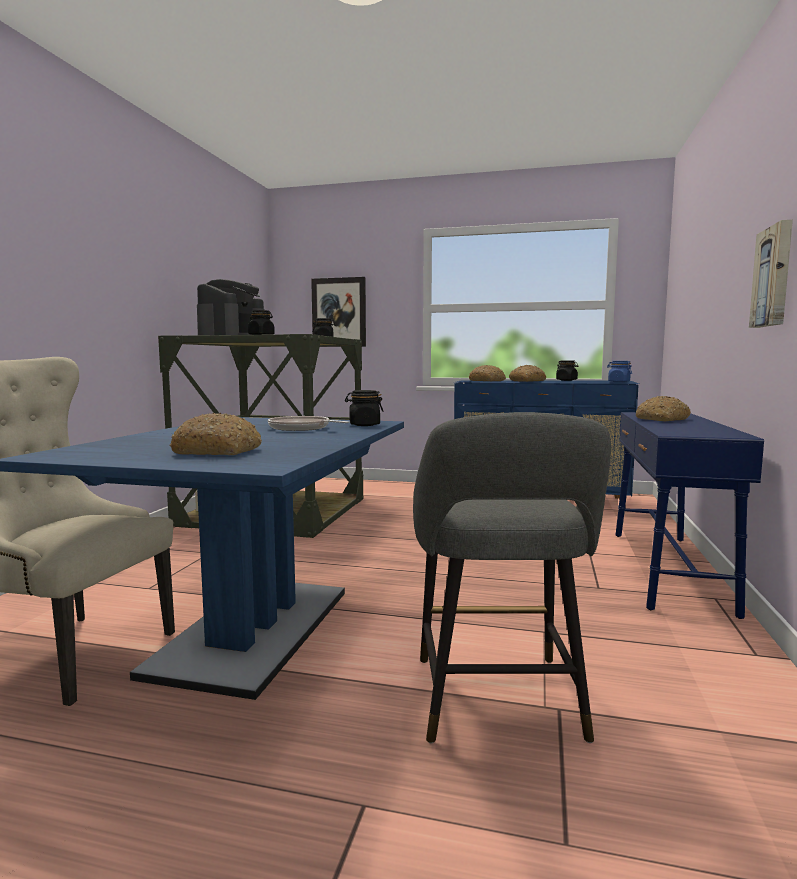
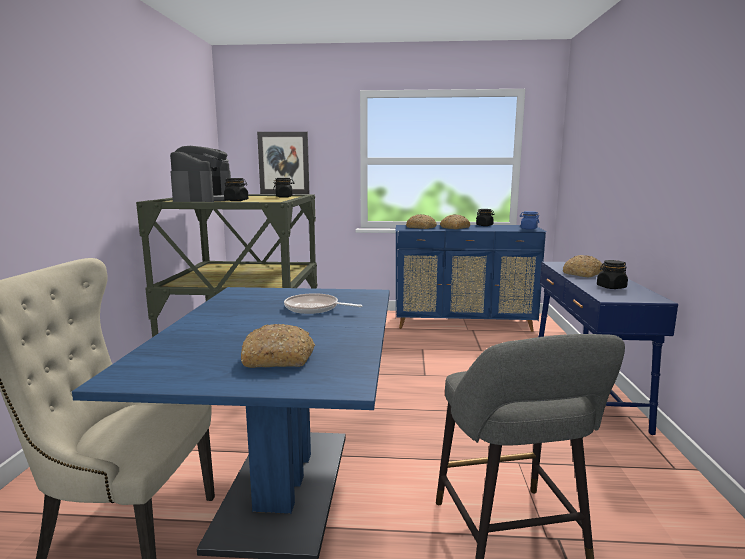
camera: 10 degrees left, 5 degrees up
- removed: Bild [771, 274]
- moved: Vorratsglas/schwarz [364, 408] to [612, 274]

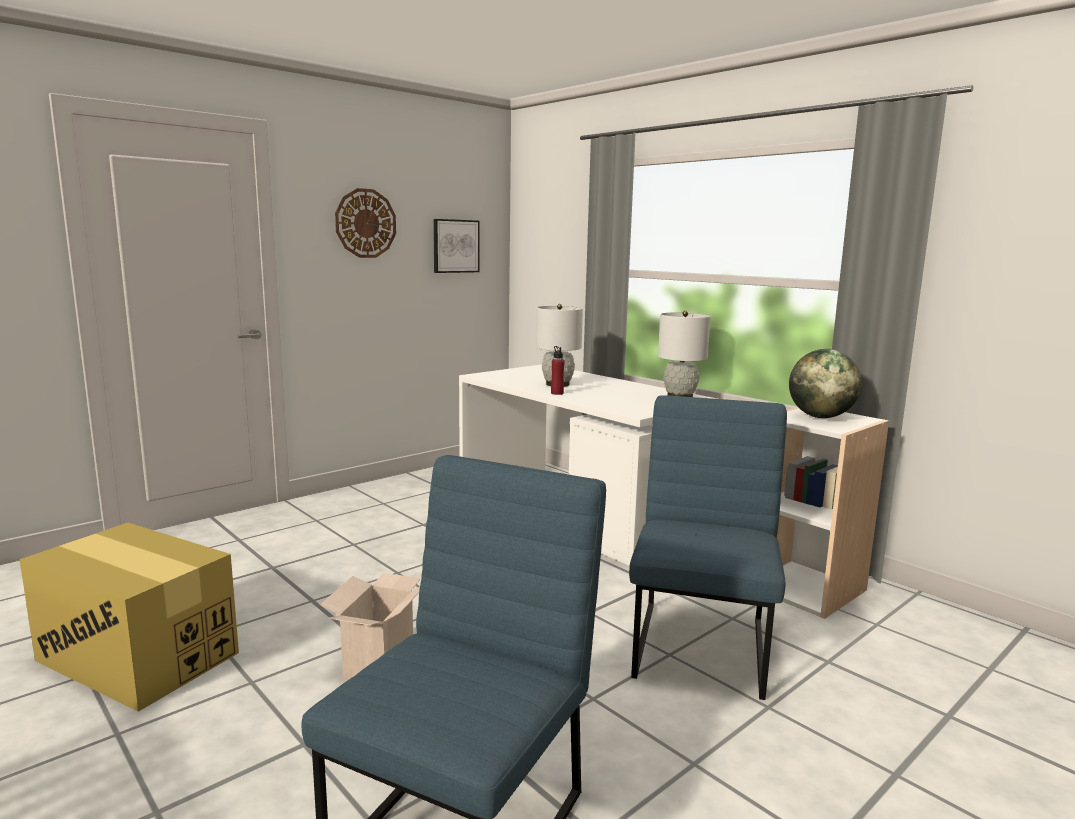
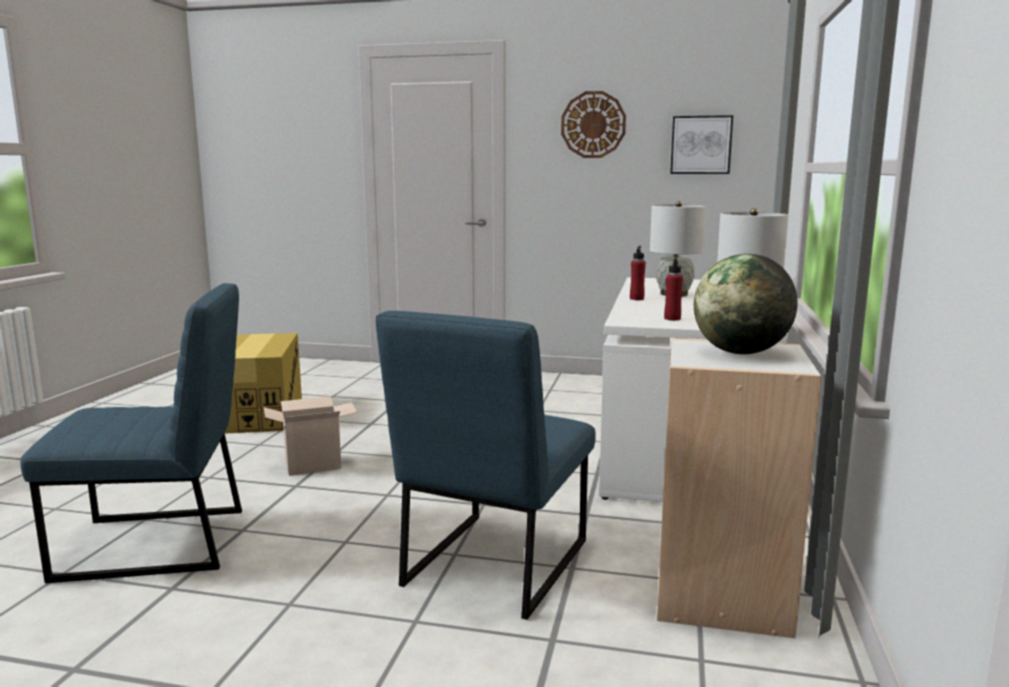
camera: 55 degrees right, 0 degrees up
- turned: Stuhl/blau [708, 547] = [486, 465] 135 degrees clockwise
- added: Flasche/rot [673, 289]

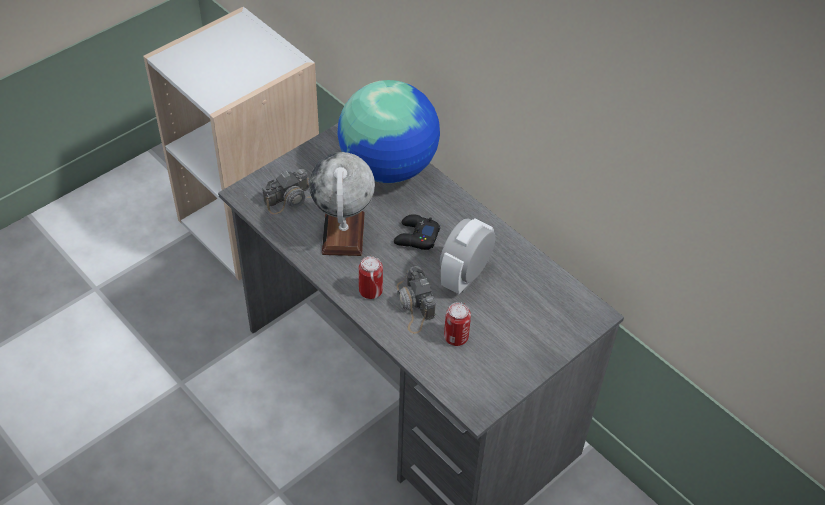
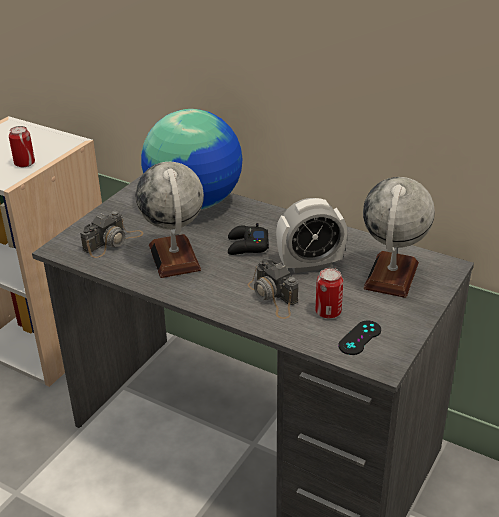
camera: 15 degrees left, 15 degrees down
- turned: Wecker [468, 256] = [311, 235] 120 degrees counterclockwise
- moved: Dose [371, 277] to [22, 146]
- added: Globus [399, 237]
- added: Gamepad/schwarz [359, 337]

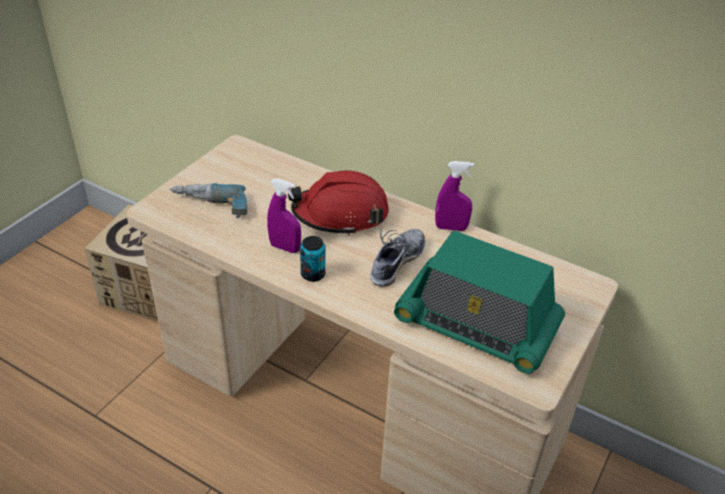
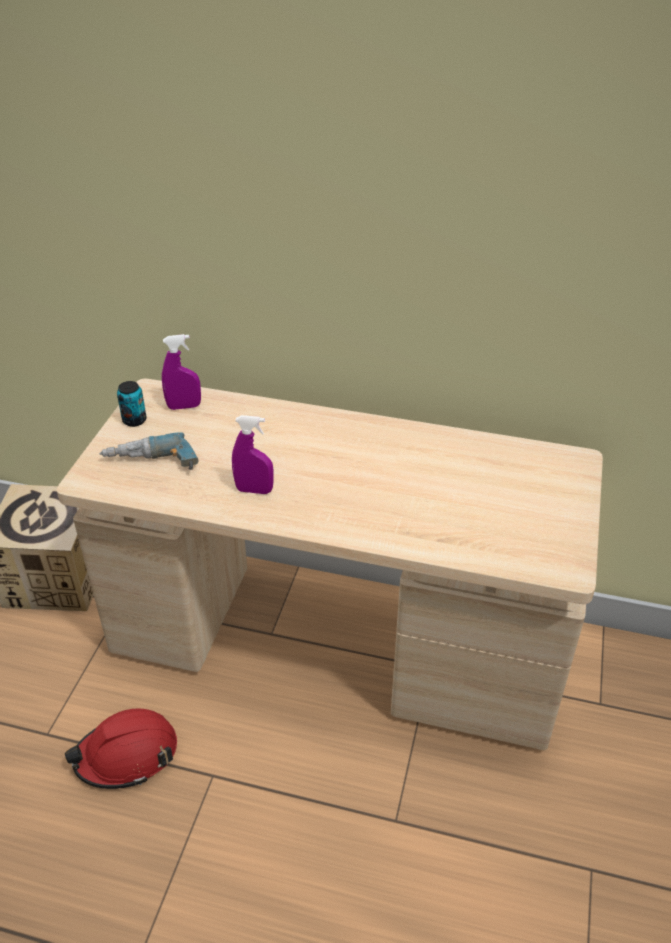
camera: 15 degrees left, 0 degrees up
- moved: Sprühflasche/lila [454, 196] to [181, 372]
- moved: Schutzhelm/rot [338, 203] to [121, 749]
- removed: Schuh [397, 258]
- removed: Radio [479, 302]
- moved: Dose [313, 259] to [132, 404]

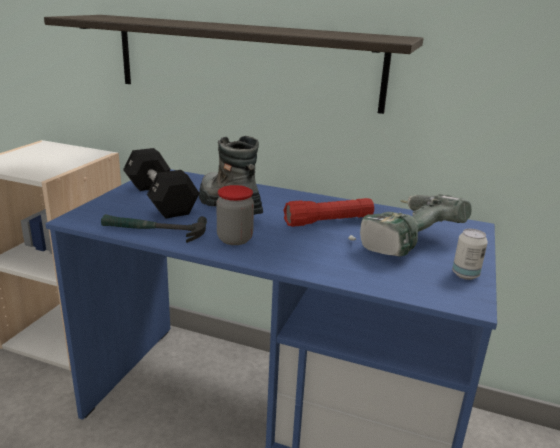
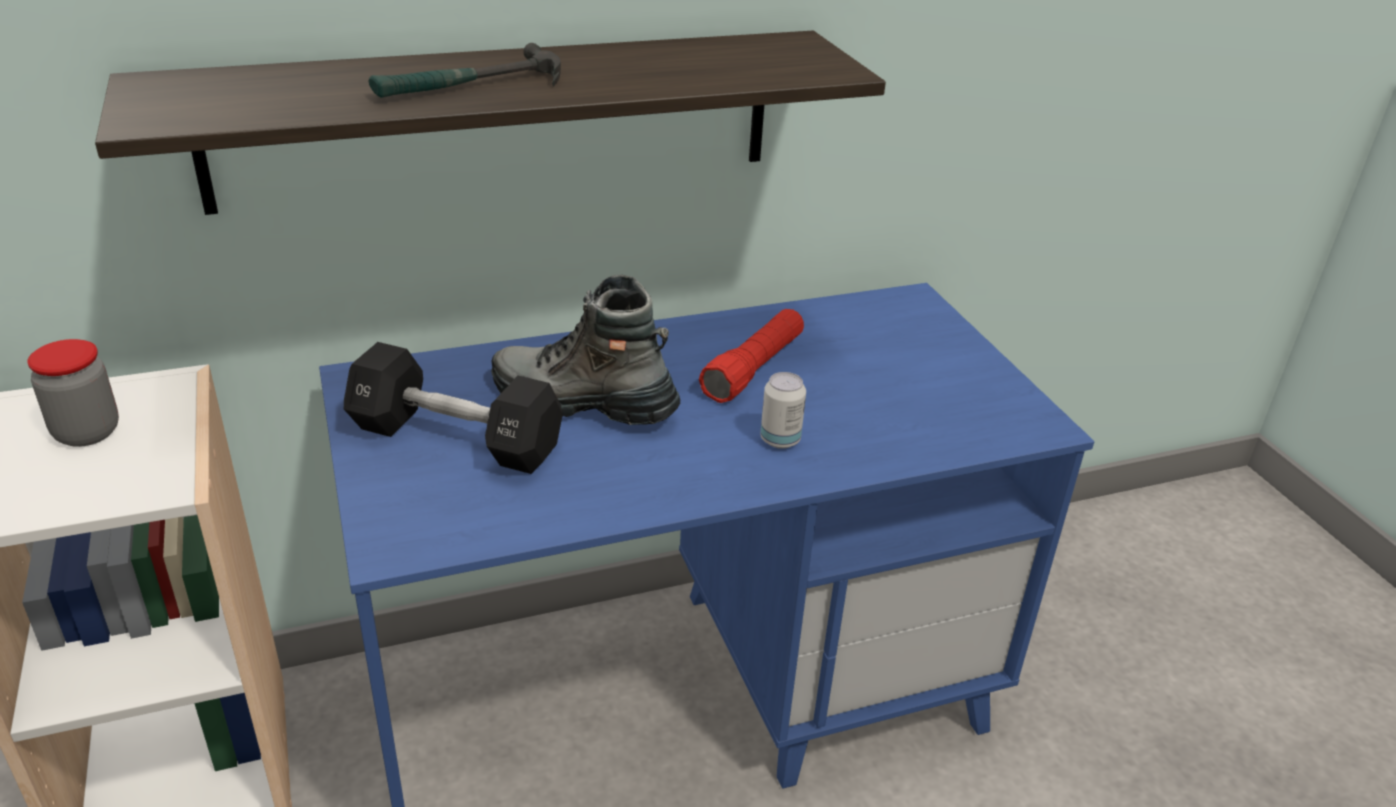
camera: 40 degrees left, 10 degrees up
- moved: Vorratsglas [235, 215] to [73, 393]
- removed: Bohrmaschine [410, 225]
- moved: Hammer [154, 228] to [465, 70]
- moved: Dose [470, 254] to [783, 410]

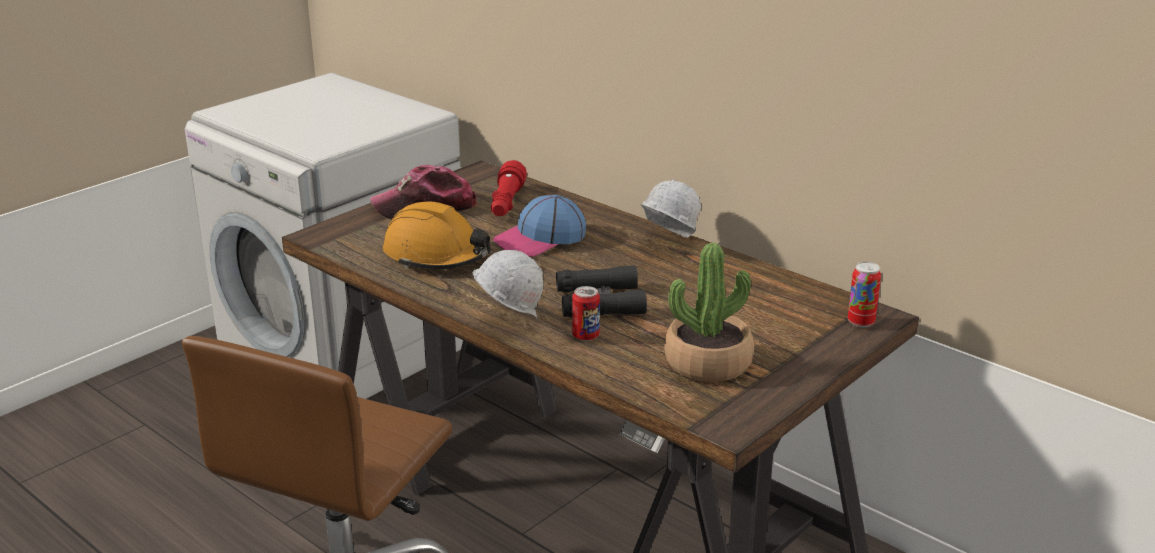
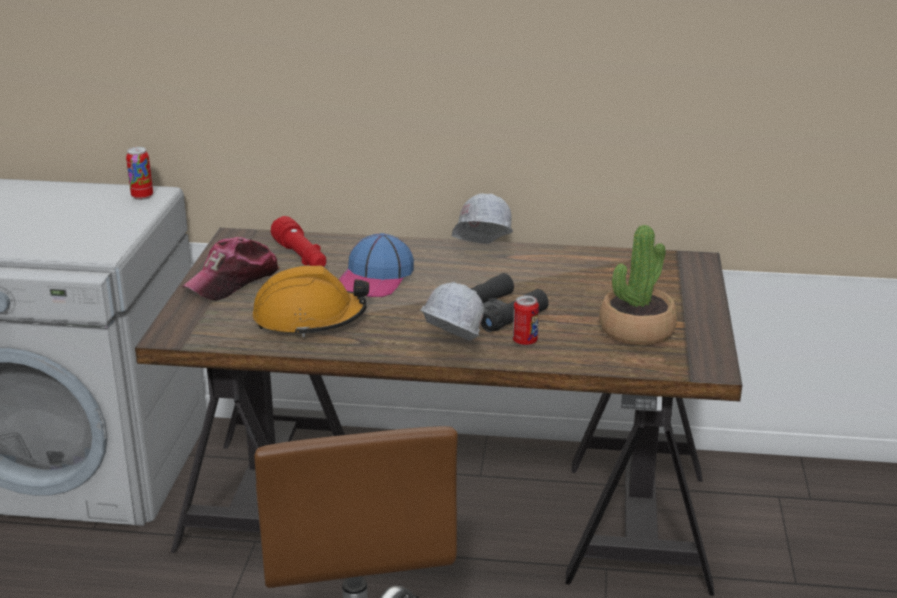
camera: 35 degrees left, 0 degrees up
- moved: Dose [864, 295] to [139, 173]

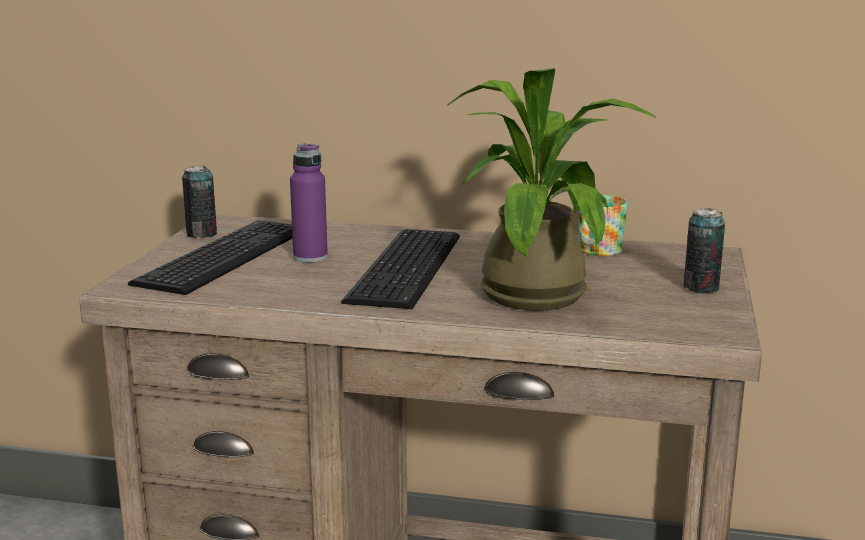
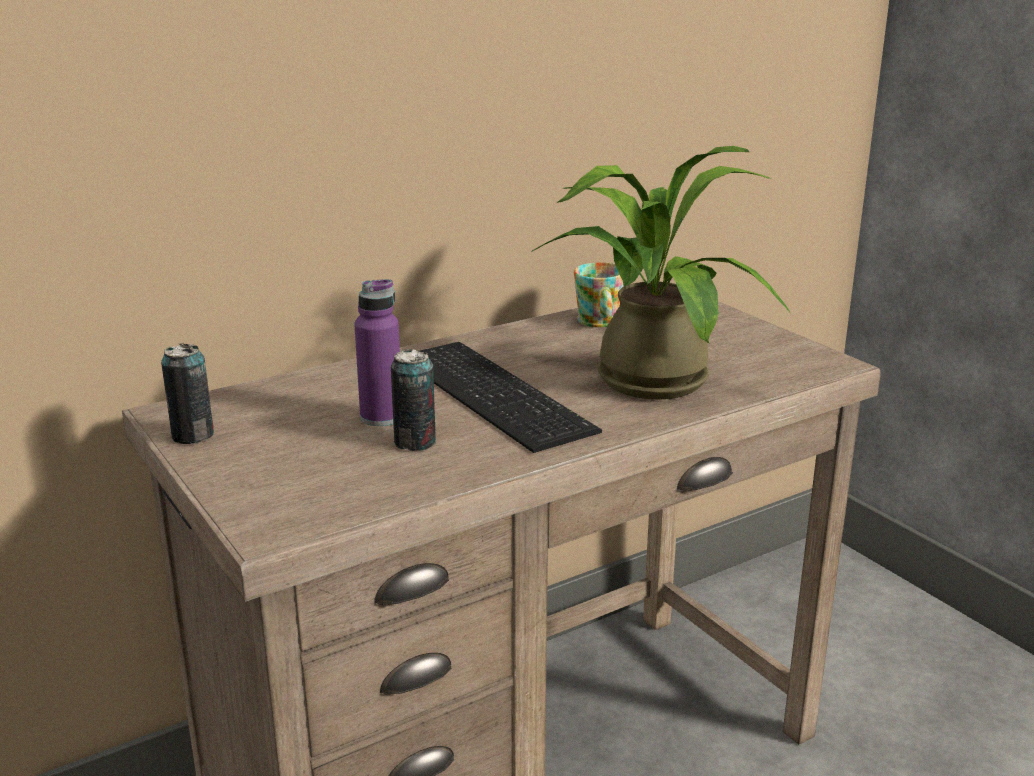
camera: 45 degrees left, 5 degrees up
- moved: Dose [704, 251] to [413, 400]
- removed: Tastatur [210, 257]

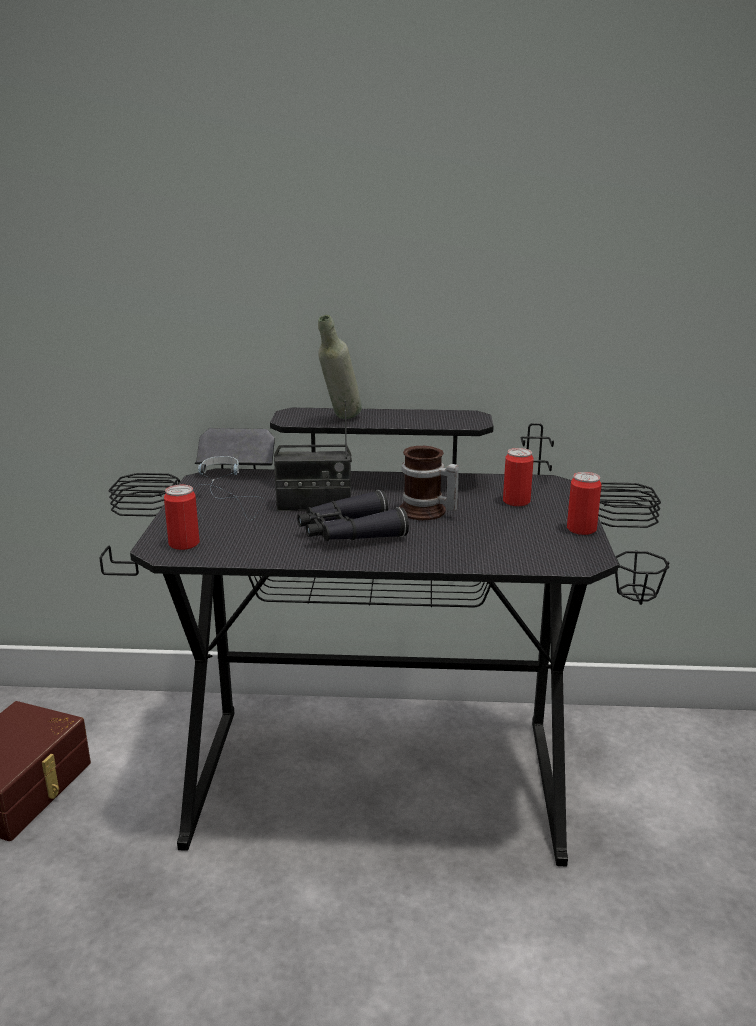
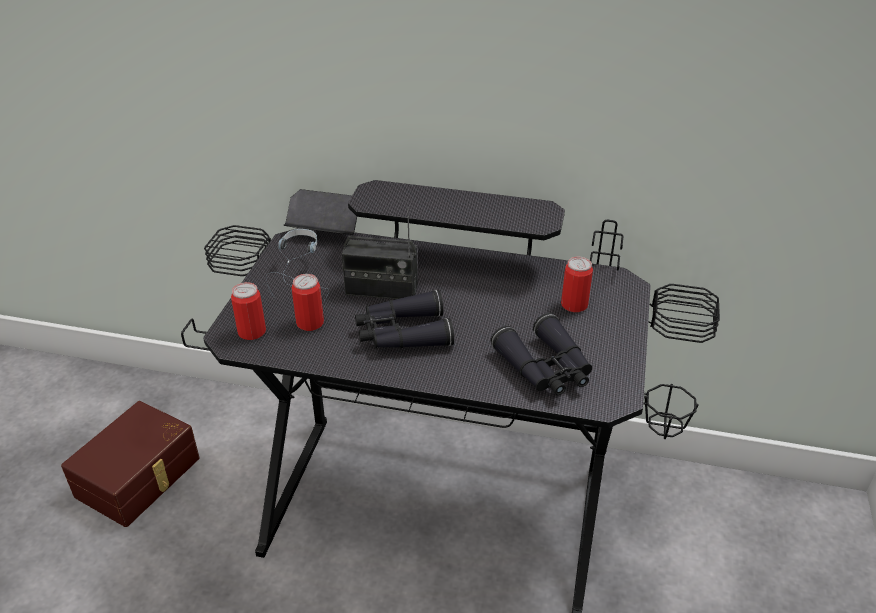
camera: 10 degrees right, 15 degrees up
- removed: Flasche/grau [340, 367]
- removed: Henkelbecher [429, 483]
- moved: Dose [584, 503] to [307, 302]
- added: Fernglas/schwarz [541, 354]

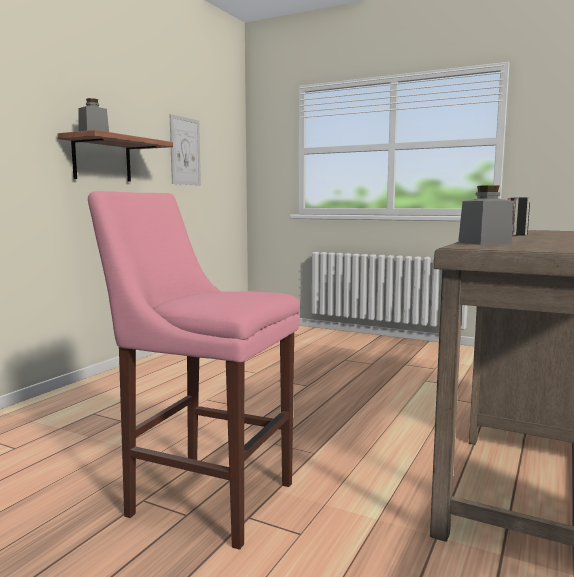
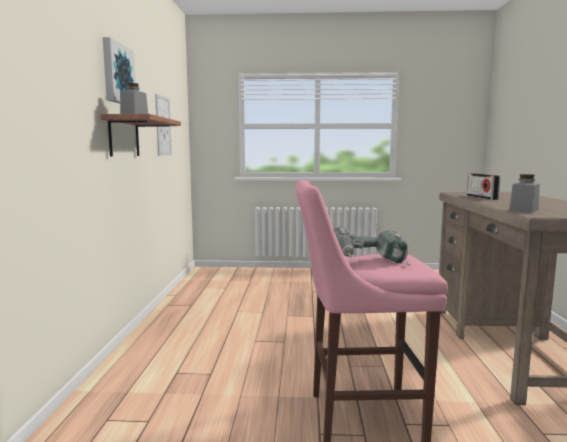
camera: 25 degrees left, 0 degrees up
- added: Bild [119, 70]
- added: Bohrmaschine [372, 246]

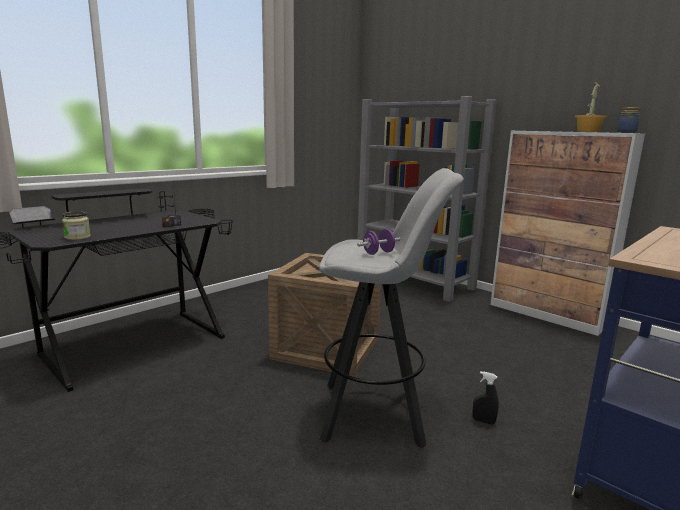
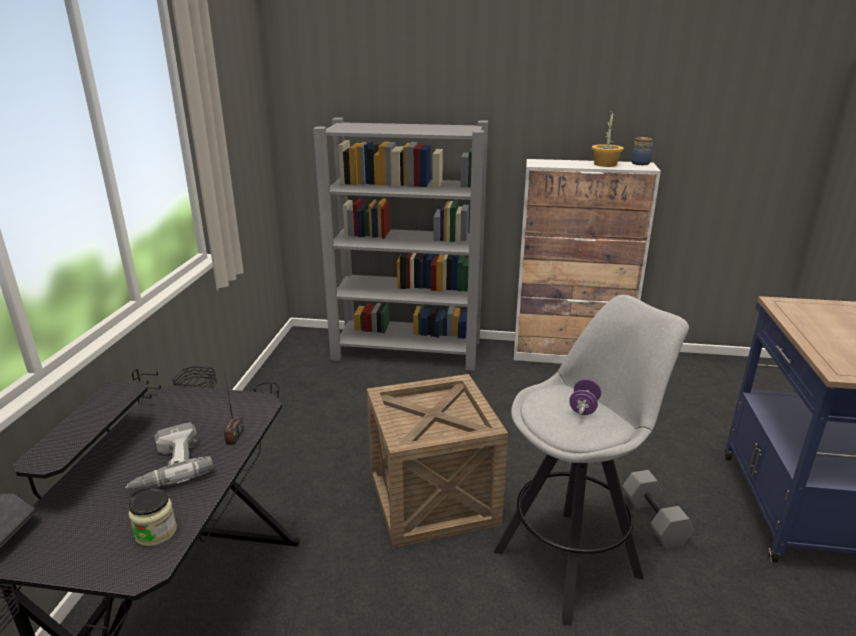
camera: 35 degrees left, 10 degrees up
- replaced: Sprühflasche/schwarz [486, 398] to Hantel/grau [658, 509]
- added: Bohrmaschine [169, 456]

